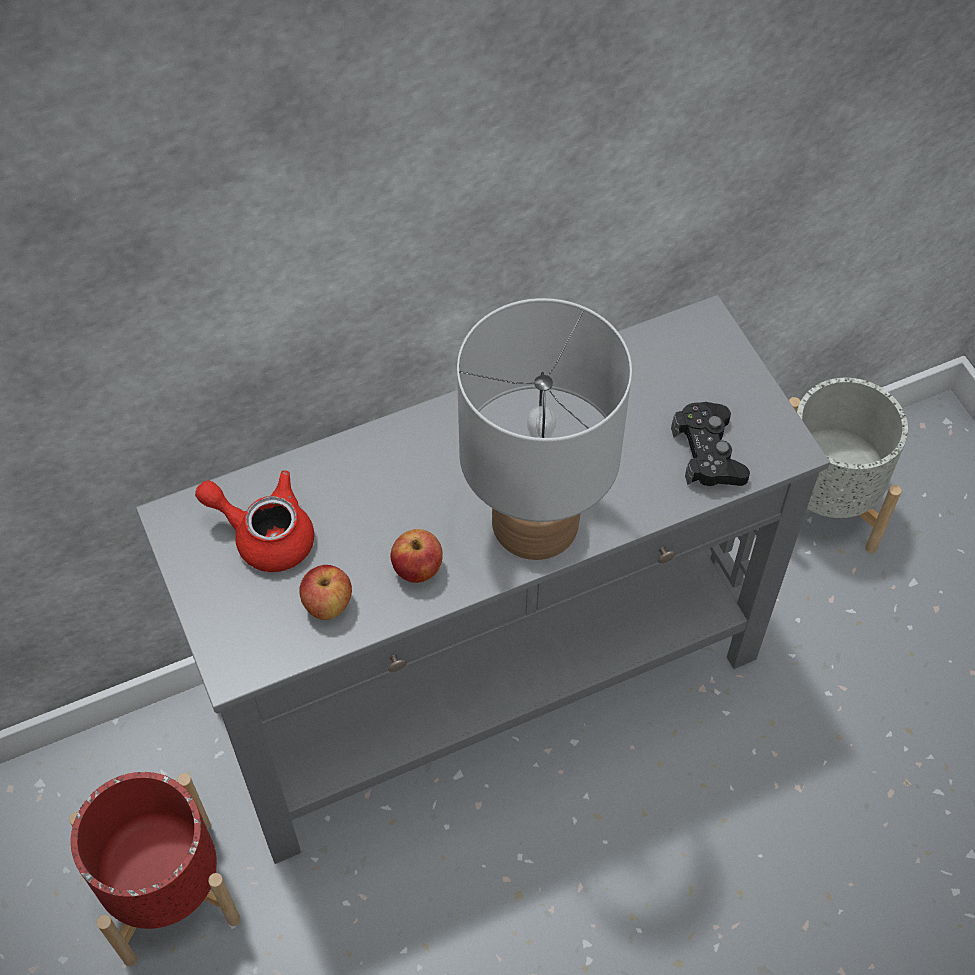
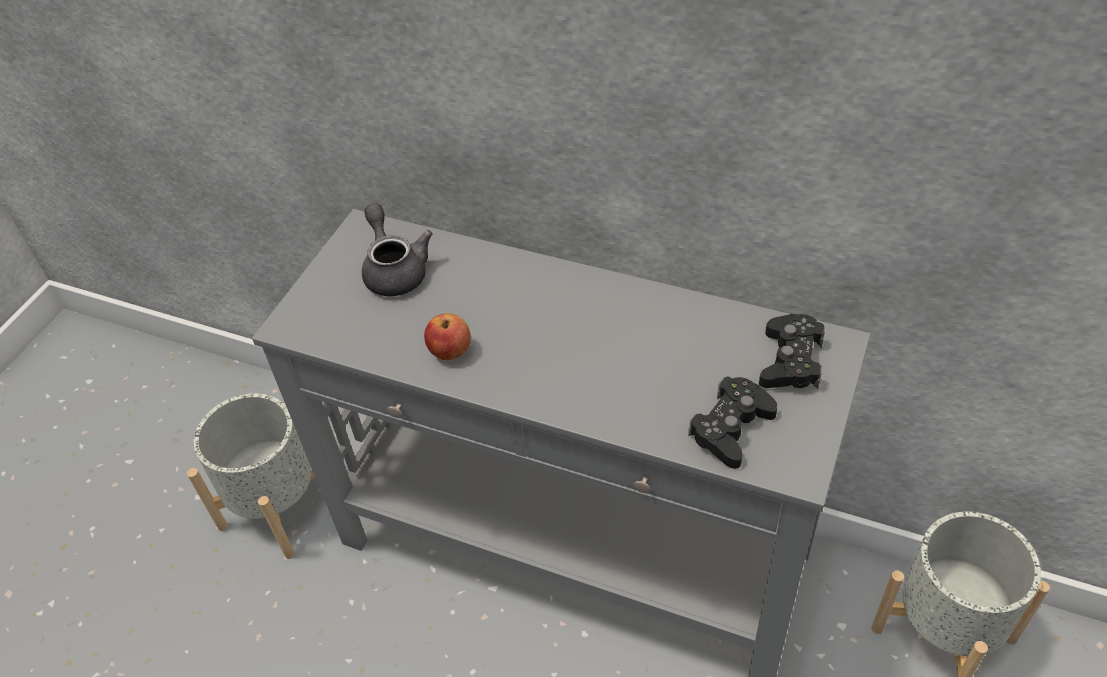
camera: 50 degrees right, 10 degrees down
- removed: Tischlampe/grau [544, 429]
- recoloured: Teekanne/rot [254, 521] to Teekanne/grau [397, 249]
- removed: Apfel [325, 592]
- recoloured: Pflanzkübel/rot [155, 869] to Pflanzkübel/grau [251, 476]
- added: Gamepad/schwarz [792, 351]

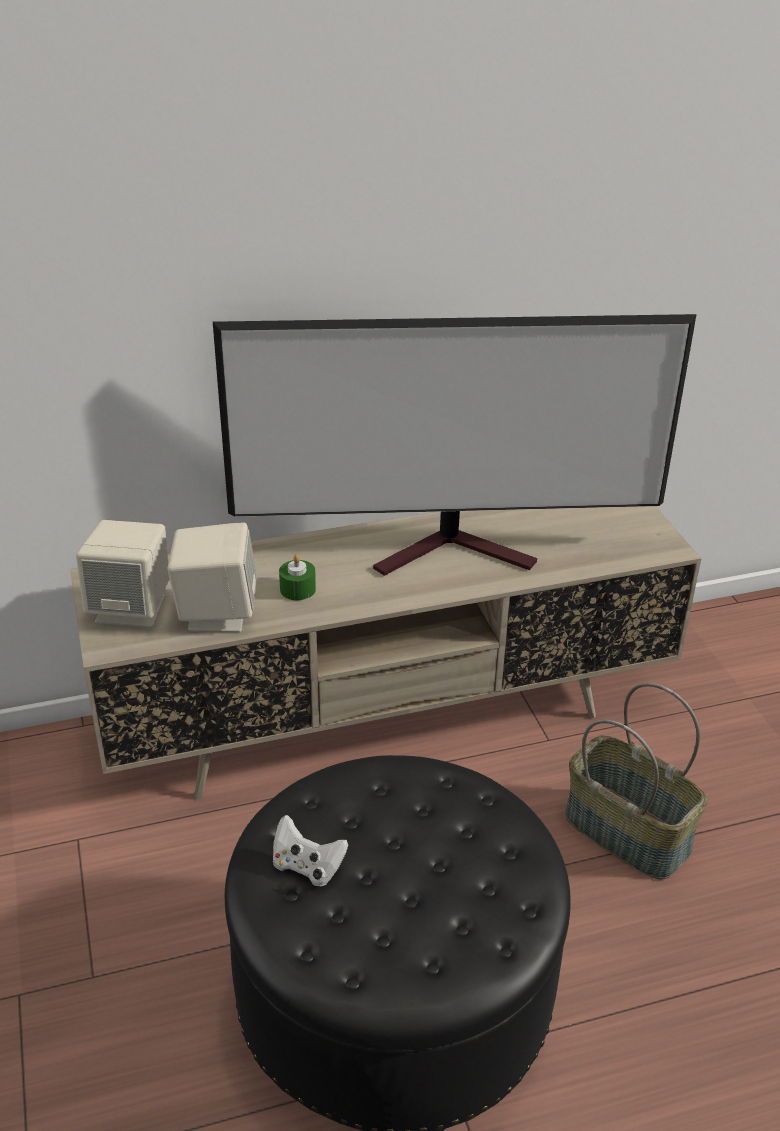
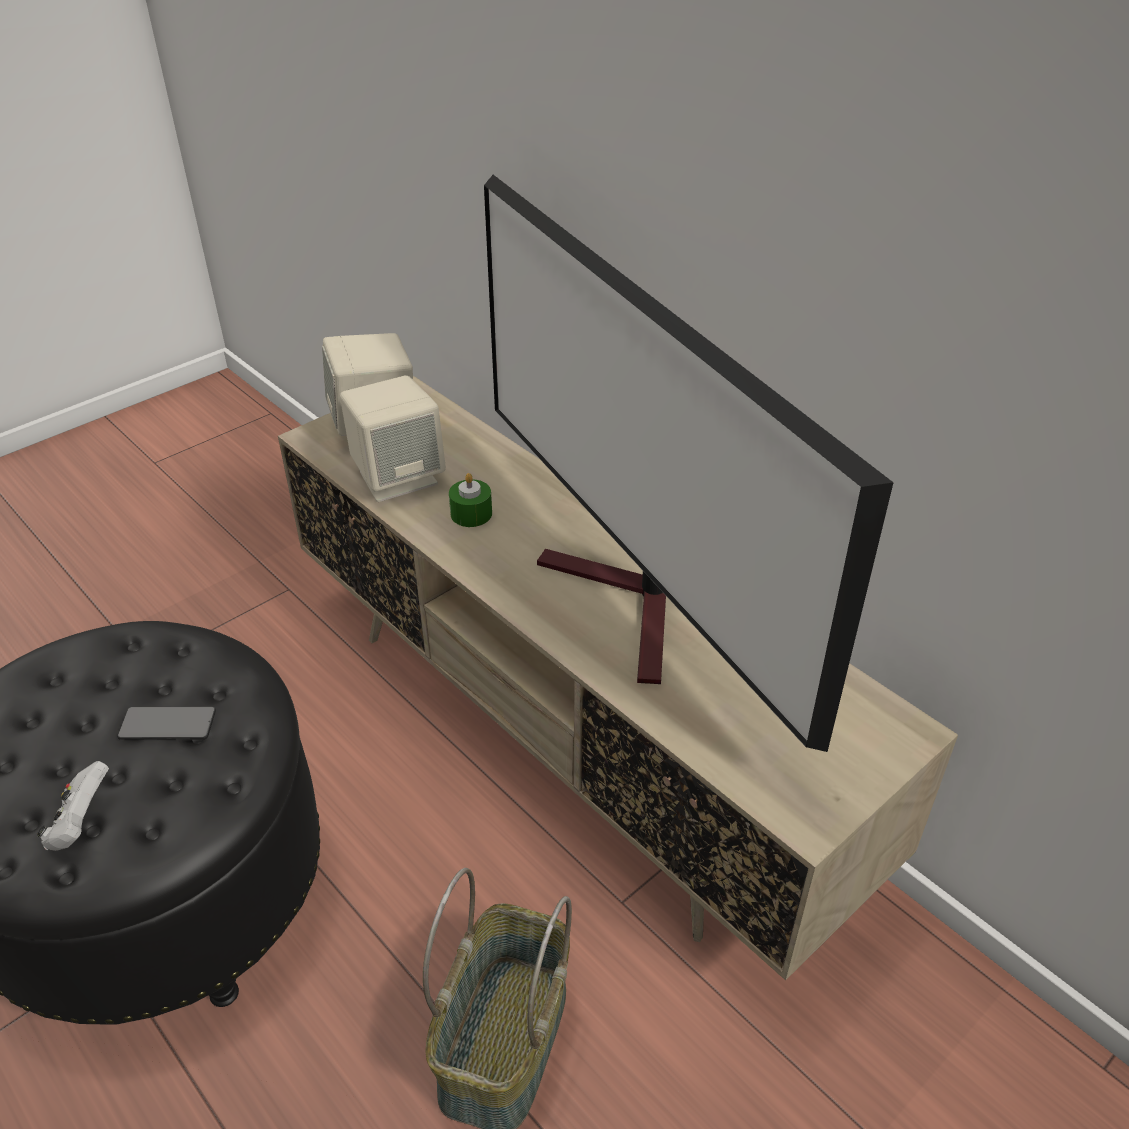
camera: 65 degrees right, 5 degrees up
- moved: Gamepad/weiß [310, 850] to [73, 806]
- added: Handy [166, 723]

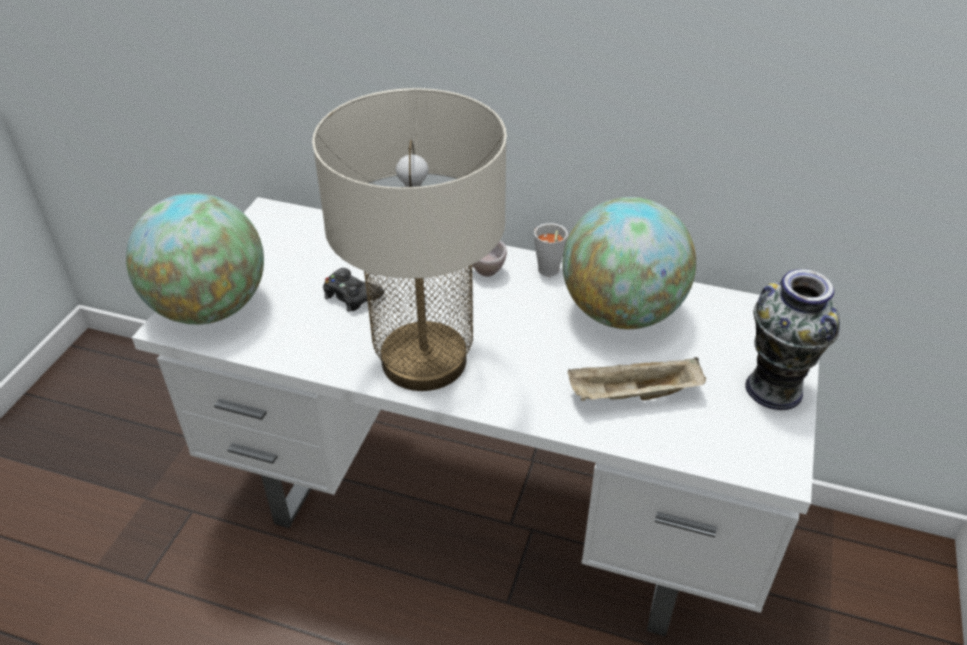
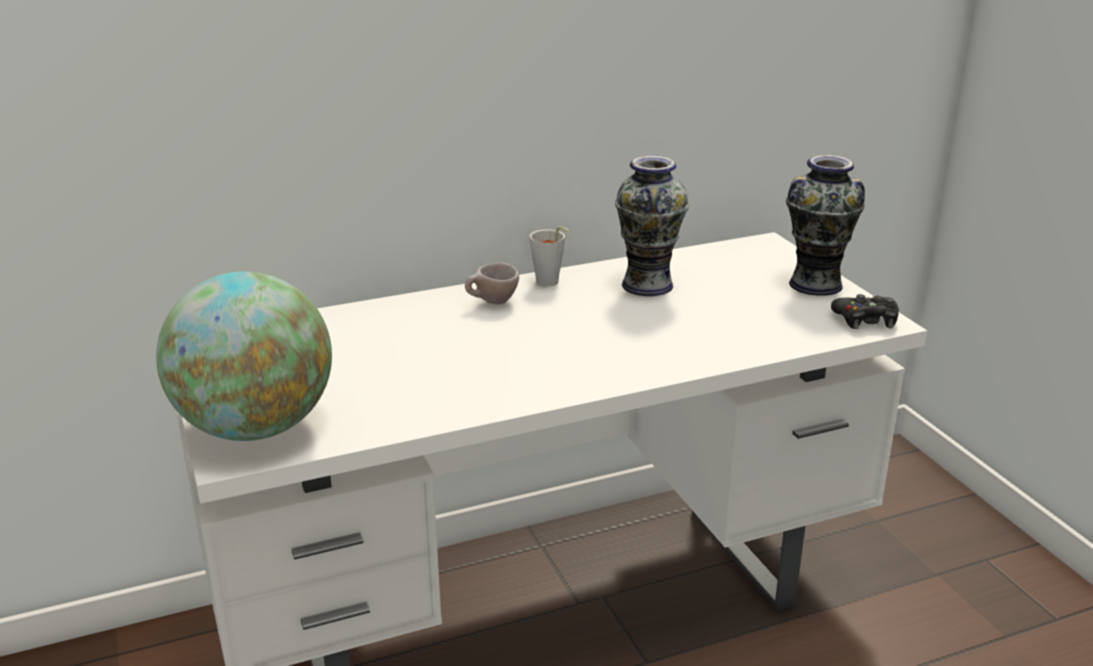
camera: 40 degrees left, 15 degrees down
- removed: Tischlampe [409, 239]
- replaced: Globus [629, 263] to Vase [652, 225]
- moved: Gamepad/schwarz [353, 290] to [865, 311]
- removed: Tablett/beige [637, 379]

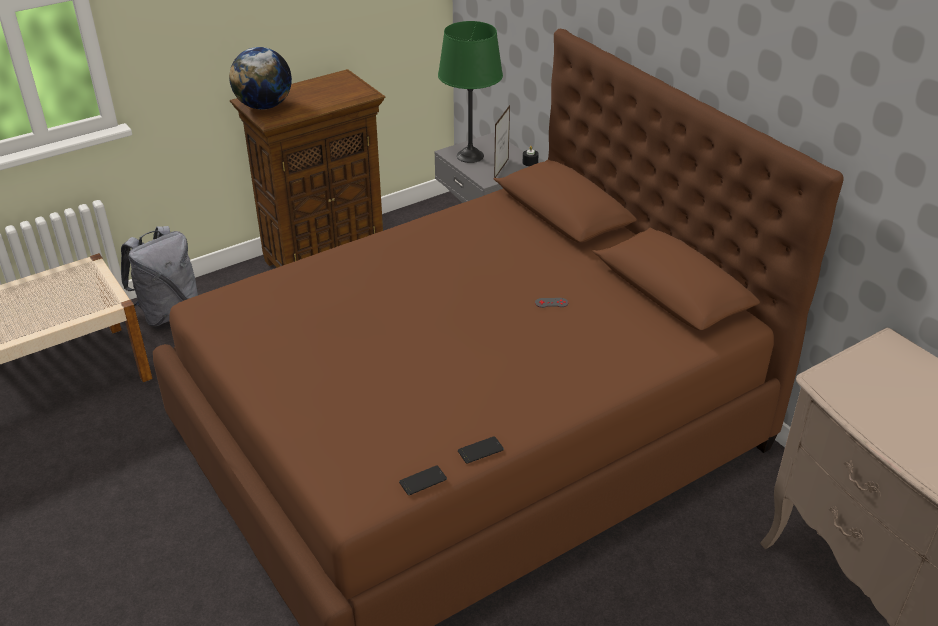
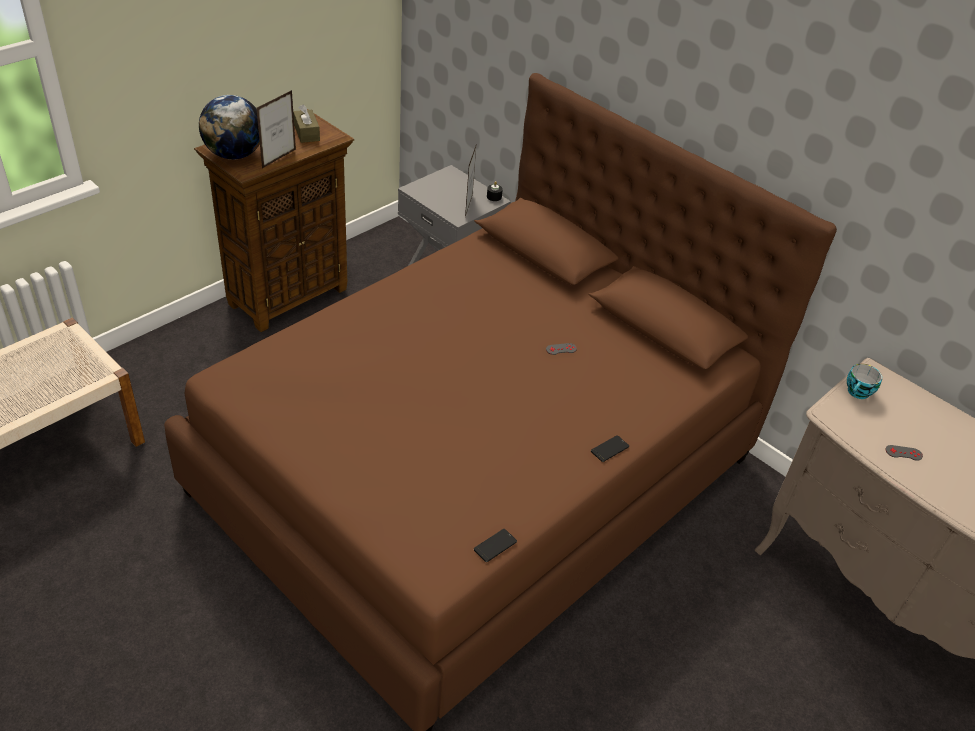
camera: 15 degrees left, 5 degrees up
- removed: Tischlampe/grün [470, 92]
- removed: Rucksack/grau [159, 276]
- moved: Handy [481, 449] to [610, 448]
- added: Bilderrahmen [276, 129]
- added: Taschentuchbox/braun [306, 124]
- added: Tasse [864, 381]
- added: Gamepad/grau [904, 453]

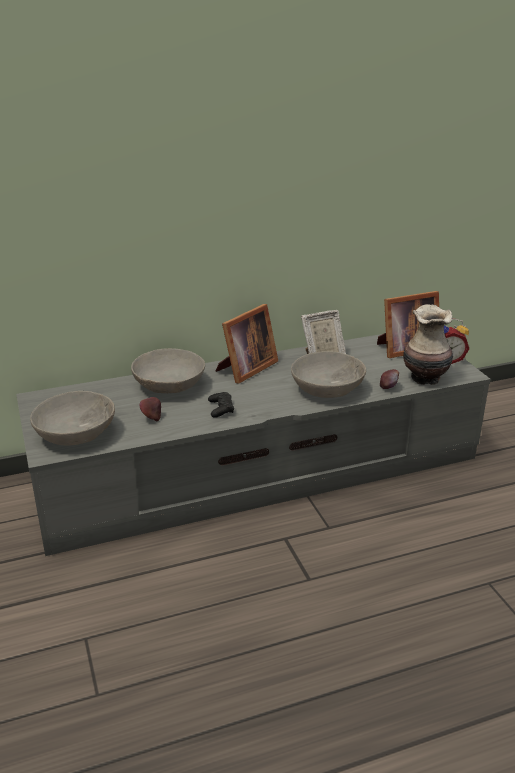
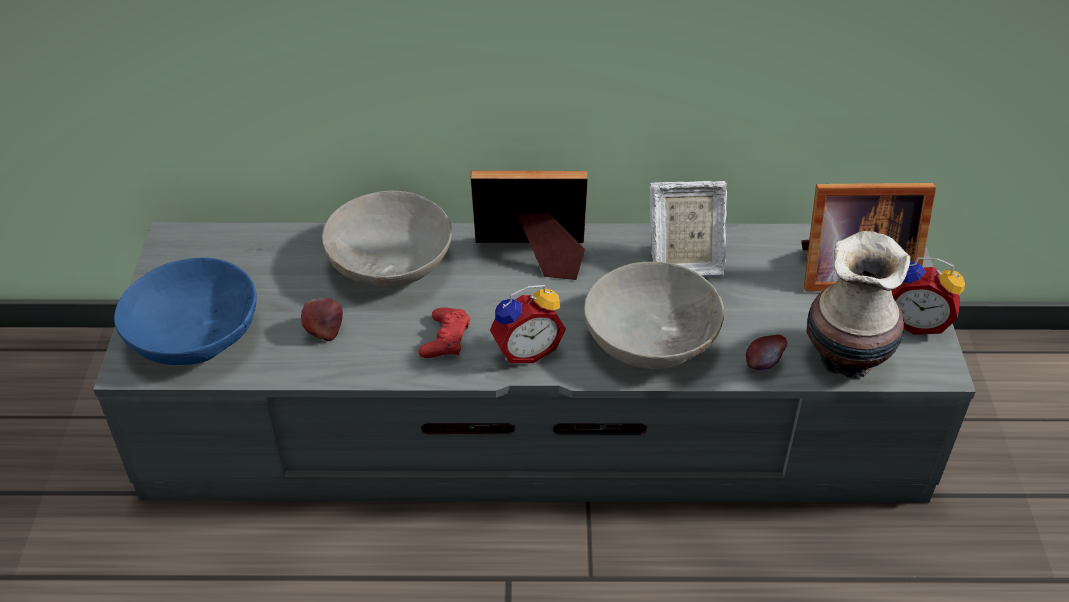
camera: 20 degrees right, 15 degrees up
- turned: Bilderrahmen [247, 343] = [529, 225] 150 degrees counterclockwise
- recoloured: Schüssel/grau [72, 418] to Schüssel/blau [185, 311]
- recoloured: Gamepad/schwarz [221, 405] to Gamepad/rot [444, 332]
- added: Wecker [528, 324]

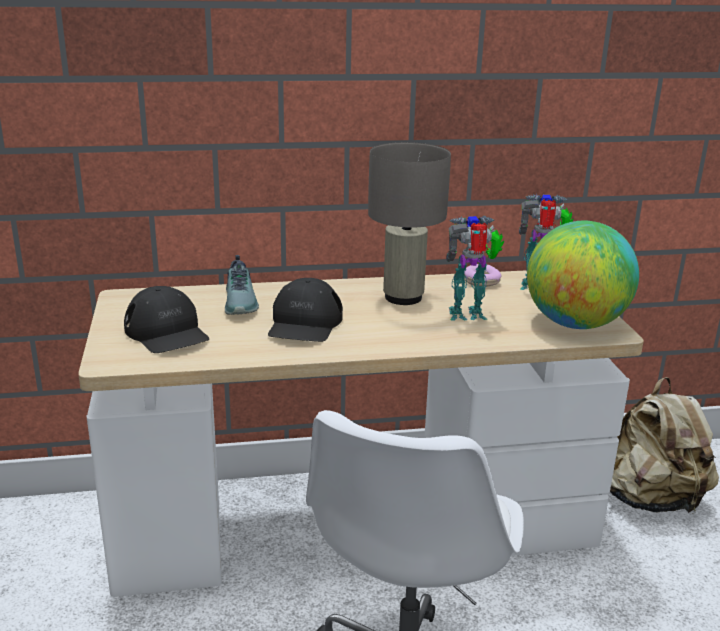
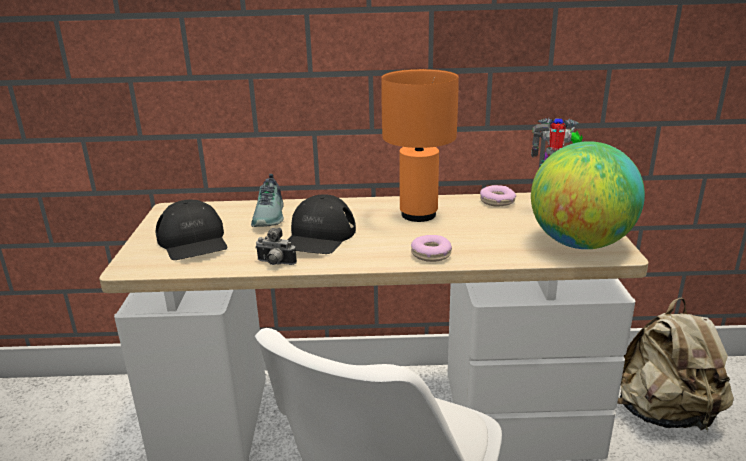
camera: 10 degrees right, 0 degrees up
- recoloured: Tischlampe/grau [409, 223] to Tischlampe/orange [420, 145]
- removed: Spielzeugroboter [475, 268]
- added: Kamera [276, 246]
- added: Donut [431, 248]

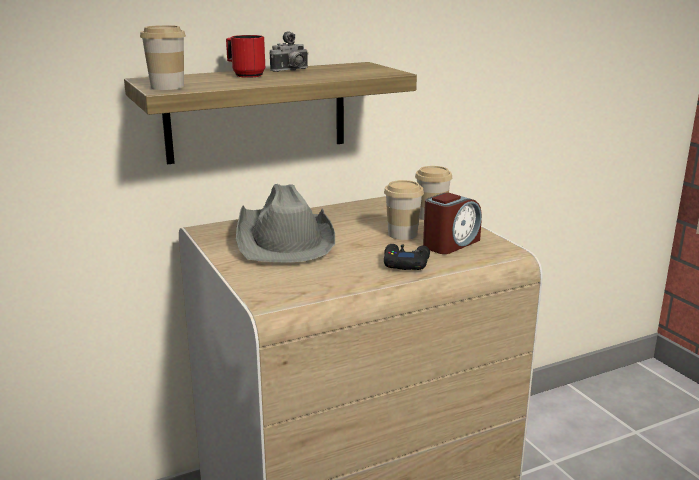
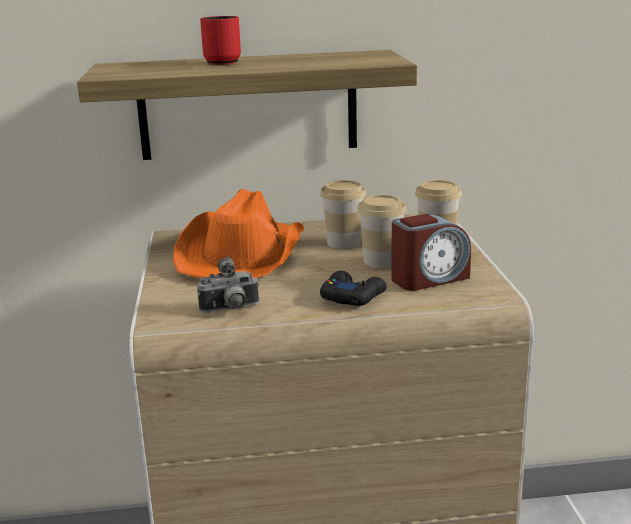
camera: 20 degrees right, 0 degrees up
- moved: Tasse [163, 57] to [343, 214]
- moved: Kamera [289, 51] to [228, 285]
- recoloured: Hut/grau [285, 223] to Hut/orange [238, 233]

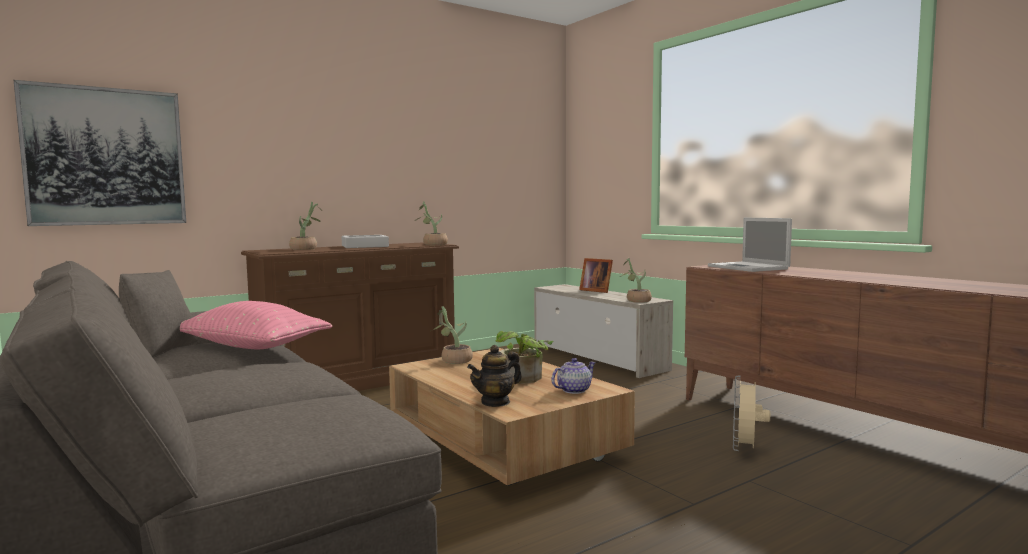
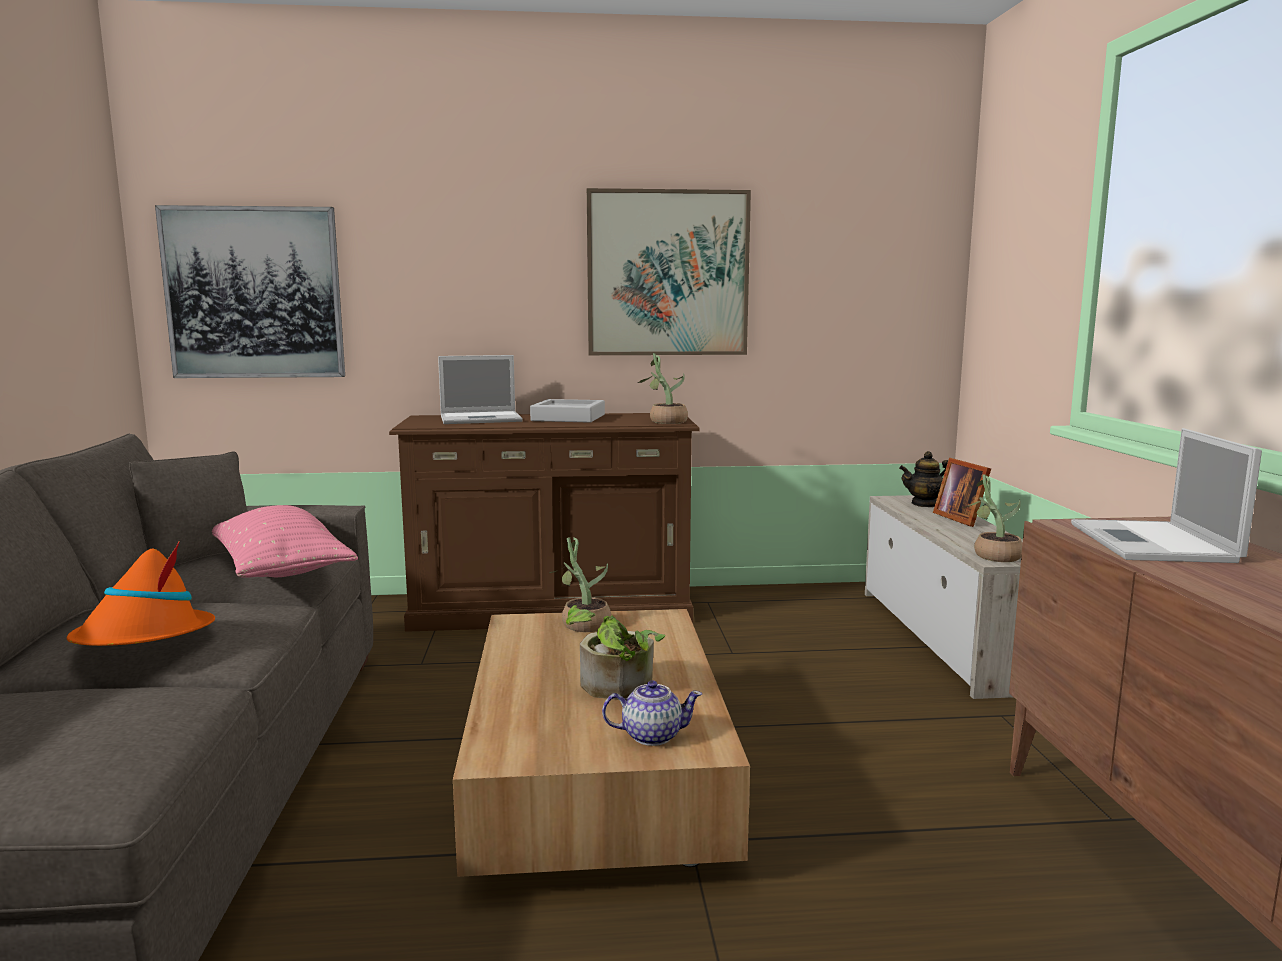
camera: 30 degrees right, 5 degrees up
- replaced: Topfpflanze [305, 226] to Laptop [480, 389]
- moved: Teekanne [494, 376] to [923, 479]
- removed: Ventilator/beige [751, 413]
- added: Bild [669, 271]
- added: Hut/orange [141, 593]

